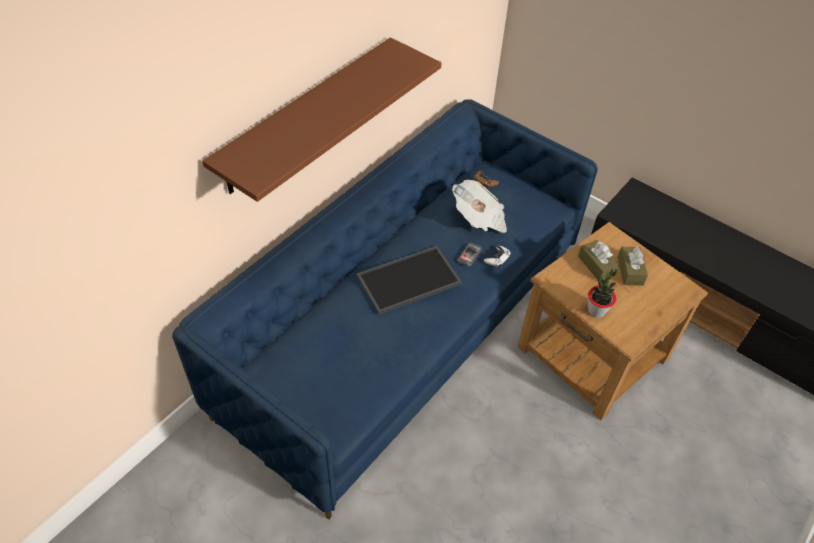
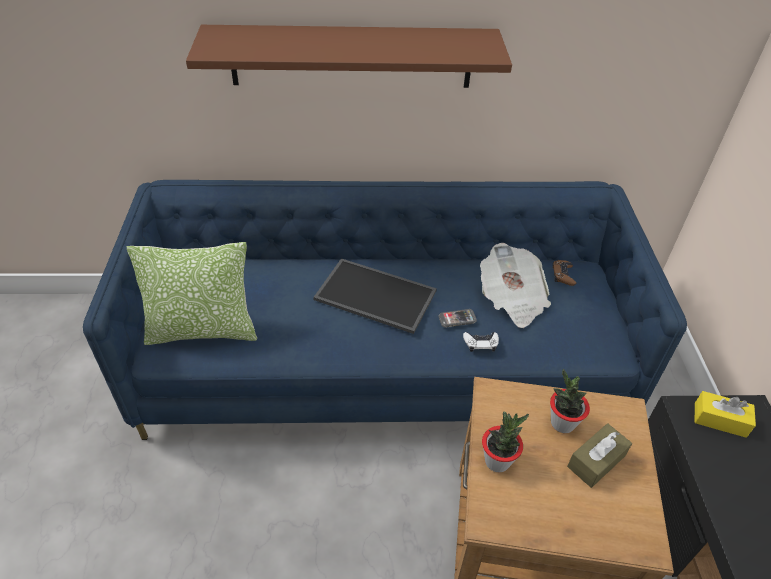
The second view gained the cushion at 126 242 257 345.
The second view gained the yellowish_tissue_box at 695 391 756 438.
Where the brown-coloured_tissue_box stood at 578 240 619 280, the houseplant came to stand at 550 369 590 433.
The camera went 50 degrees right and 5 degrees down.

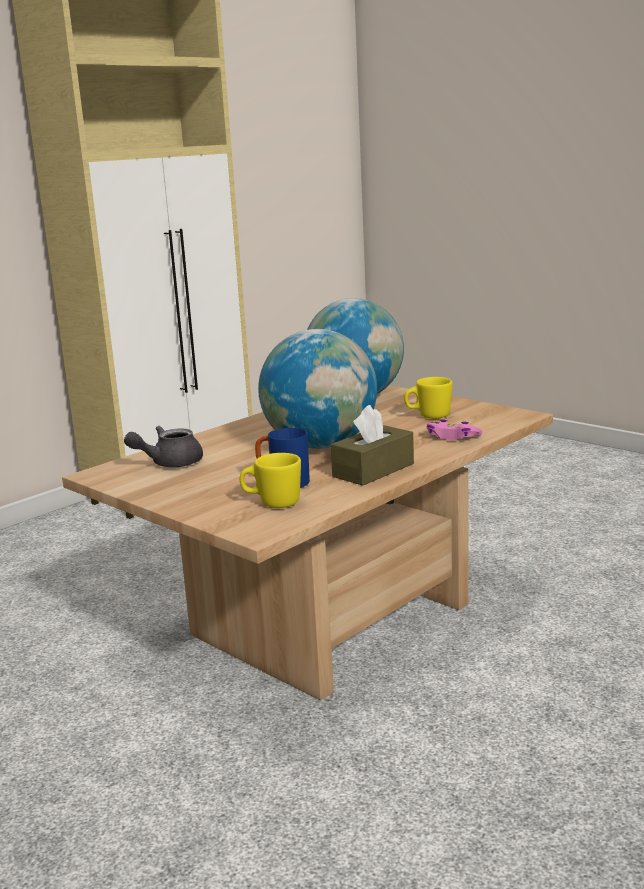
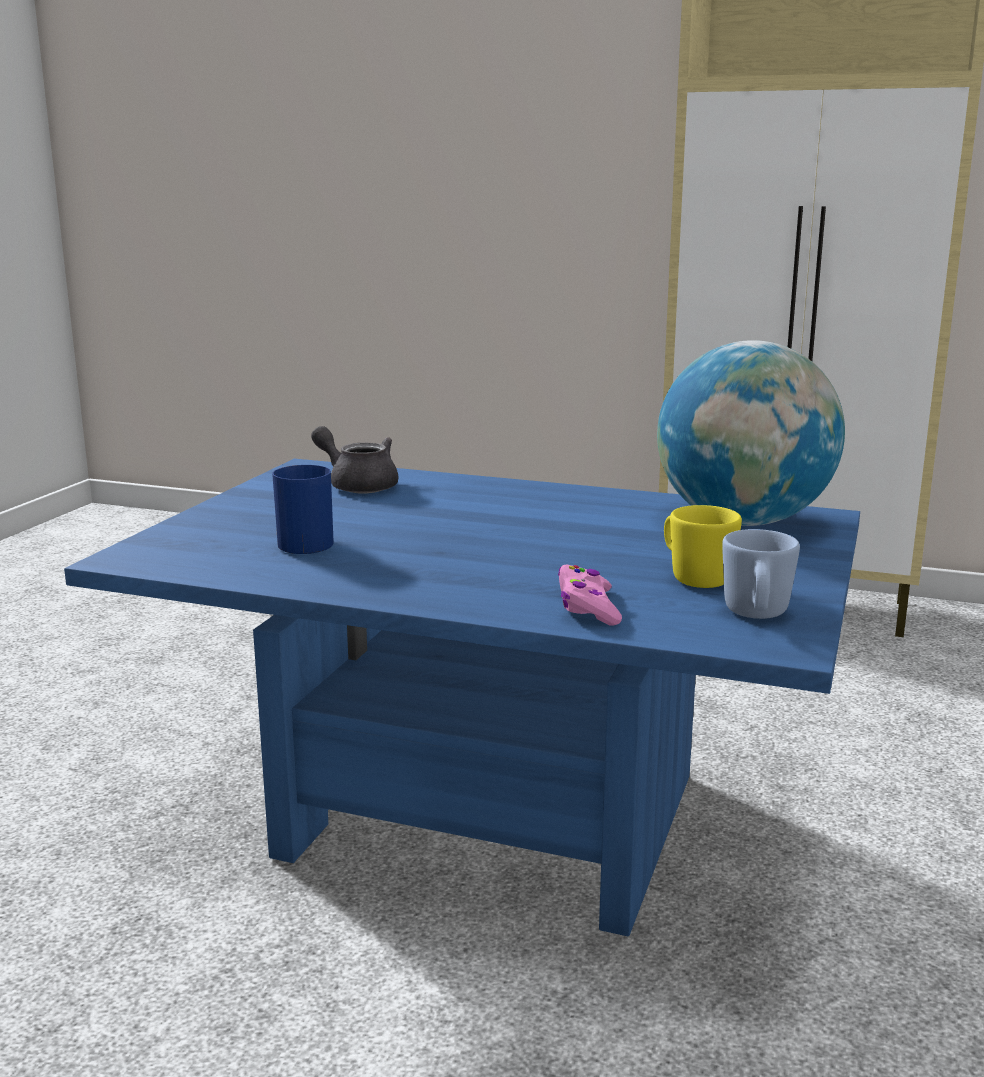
The second view lost the yellowish_coffee_mug at 240 453 301 508.
The second view lost the desk_globe at 258 329 377 449.
The second view lost the brown-coloured_tissue_box at 331 405 414 486.
The second view gained the blue_coffee_mug at 722 529 800 619.
What was the sand-coloured_low_table at 62 385 553 700 turned into the blue_low_table at 64 459 860 936.
The camera went 65 degrees right and 0 degrees up.

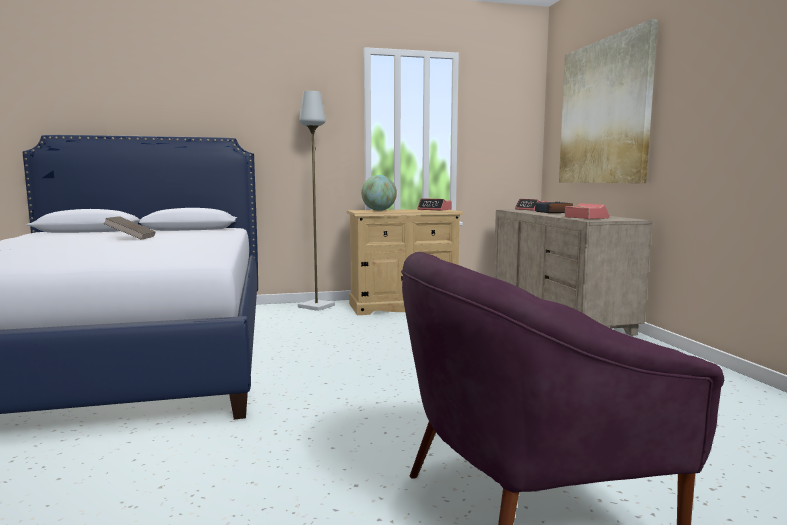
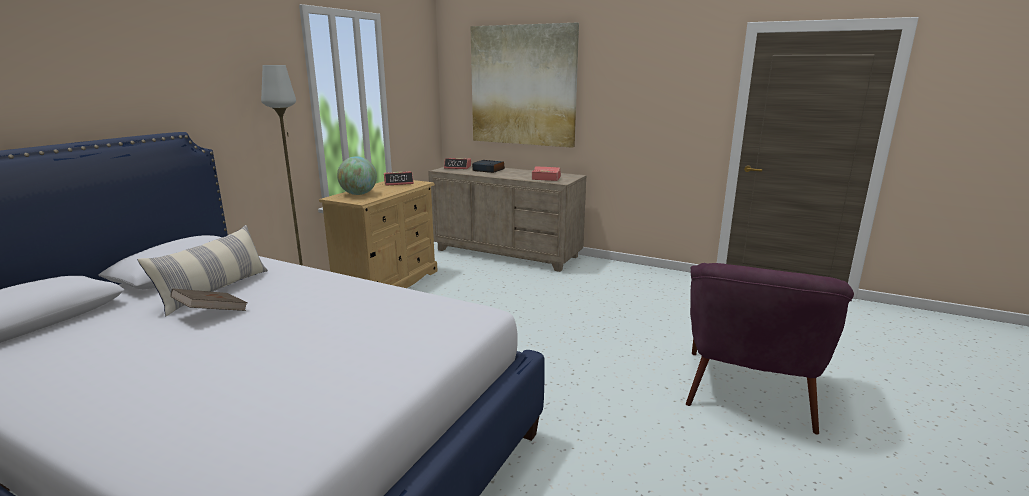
The second view gained the cushion at 137 225 268 316.
The camera went 50 degrees left and 10 degrees up.

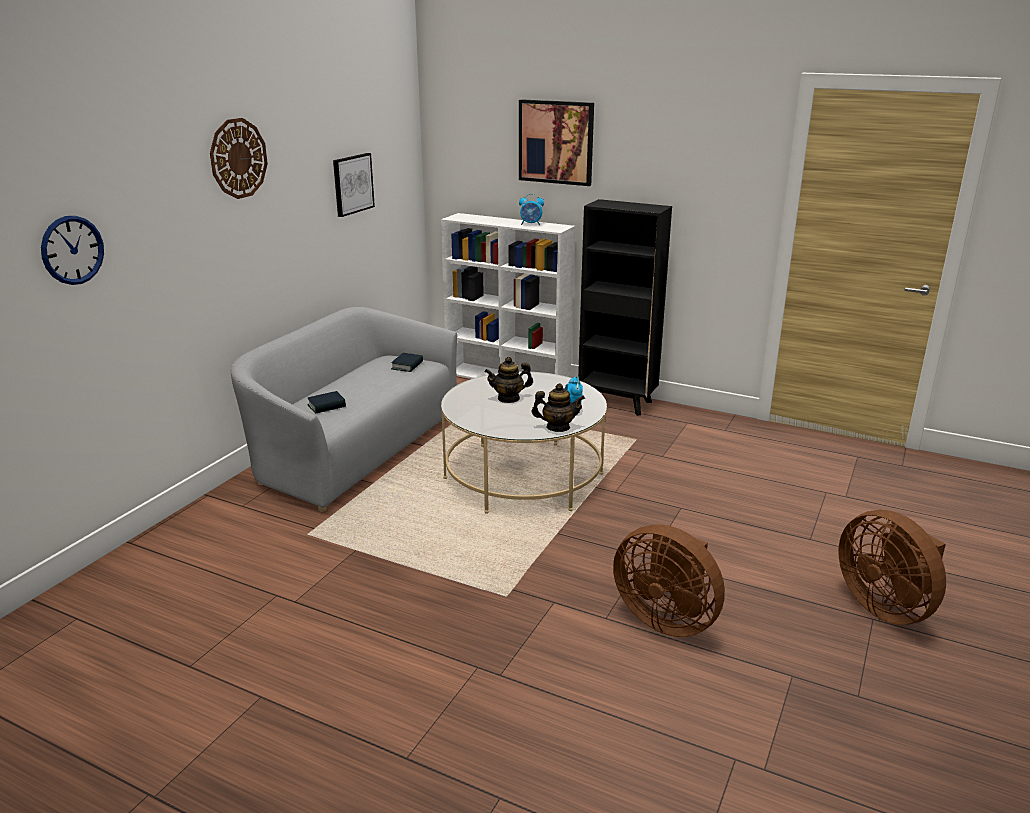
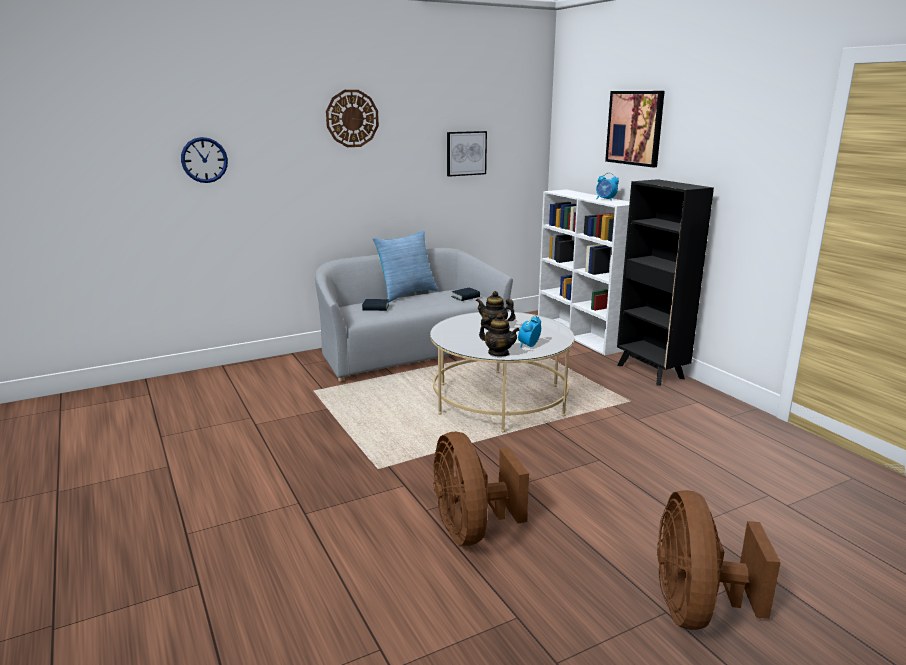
The second view gained the cushion at 372 230 439 303.
The camera went 35 degrees right and 5 degrees down.

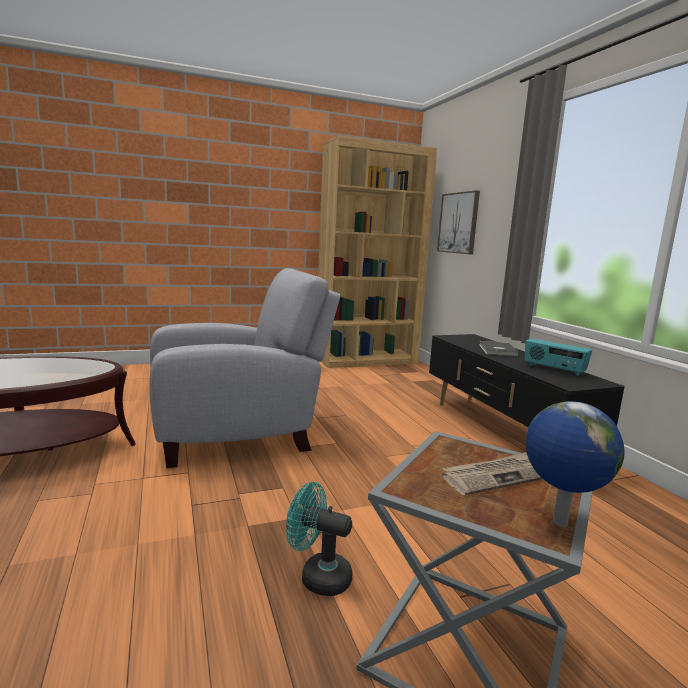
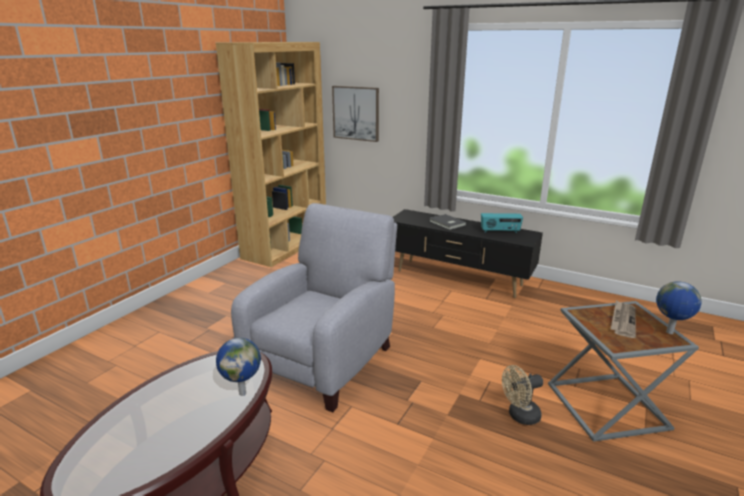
The second view gained the desk_globe at 216 338 261 396.
What was the turquoise-coloured_fan at 286 482 352 596 turned into the sand-coloured_fan at 502 365 543 425.
The camera went 40 degrees left and 10 degrees up.

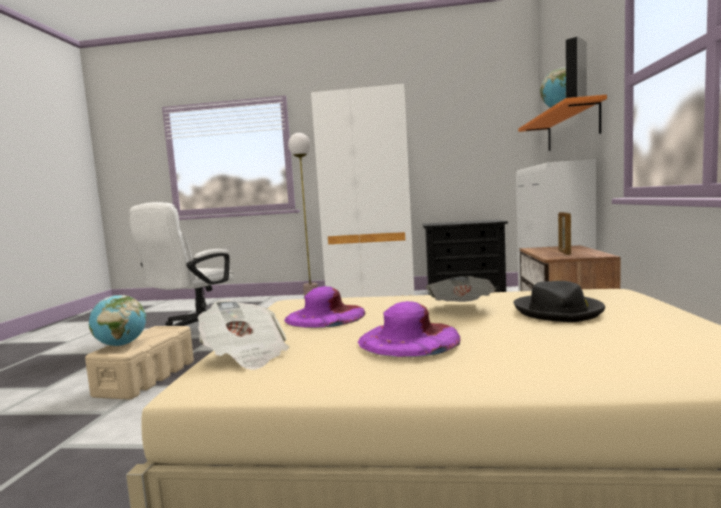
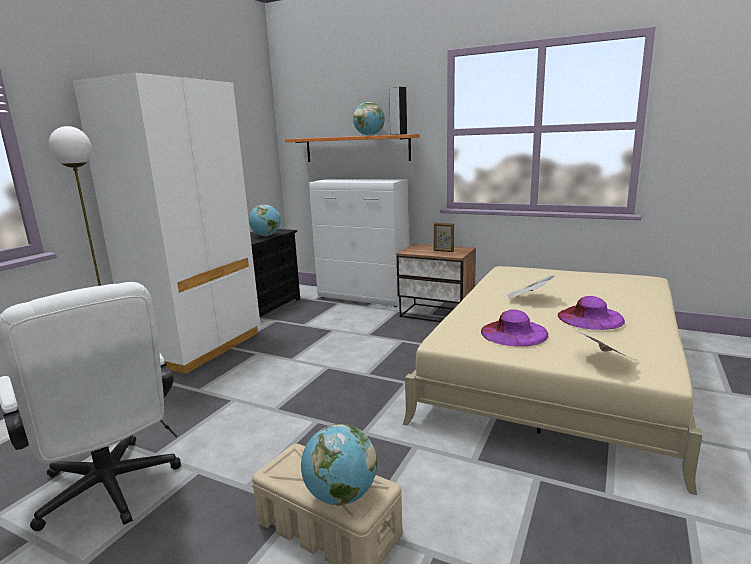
The second view lost the black_hat at 513 281 605 322.
The second view gained the desk_globe at 249 205 280 236.
The camera went 70 degrees left and 10 degrees up.

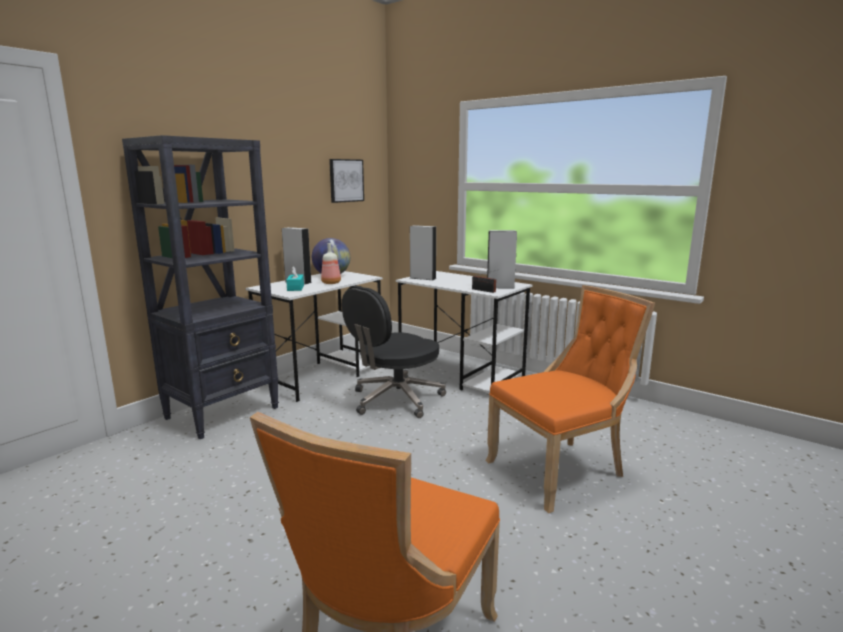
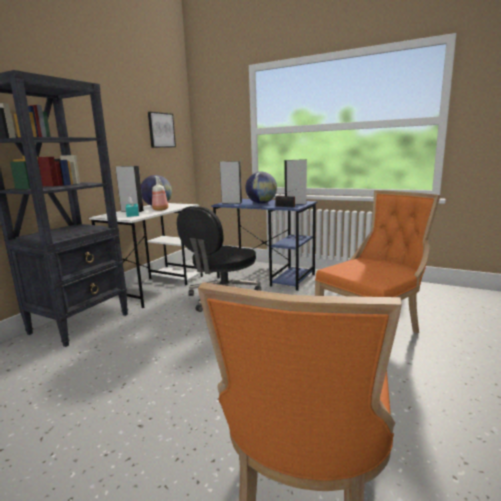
The second view gained the desk_globe at 246 172 277 204.
What was the white-coloured_desk_unit at 396 271 533 393 turned into the blue_desk_unit at 211 199 317 291.
The camera went 10 degrees left and 0 degrees up.

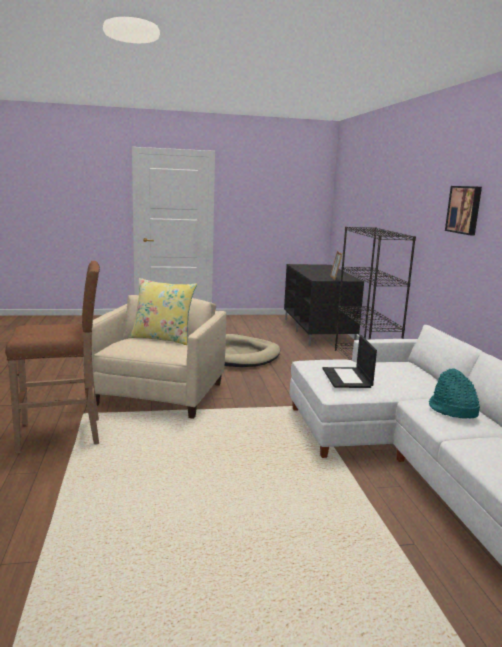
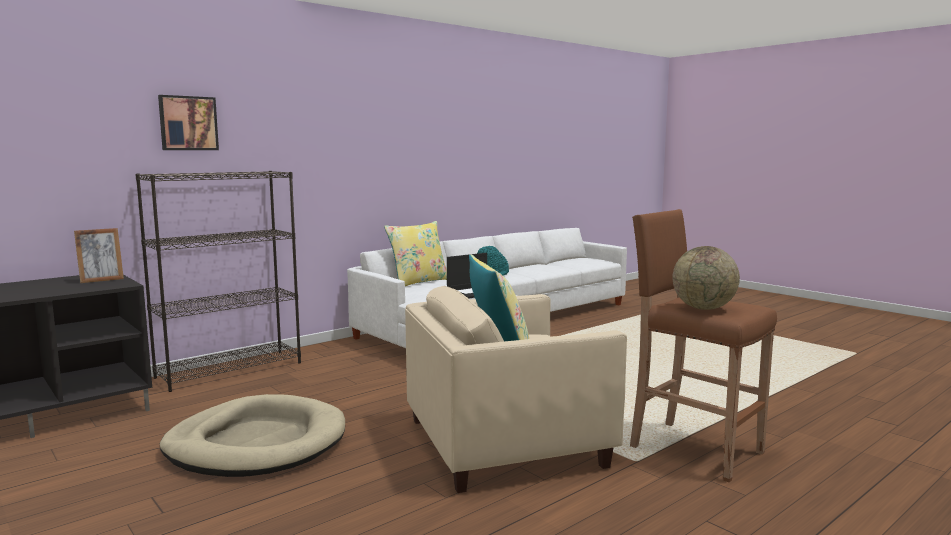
The second view gained the yellowish_cushion at 384 221 447 286.
The second view gained the desk_globe at 672 246 740 310.
The wall_picture ended up elsewhere, having gone from 445 186 482 235 to 158 95 219 150.
The camera went 120 degrees left and 5 degrees down.

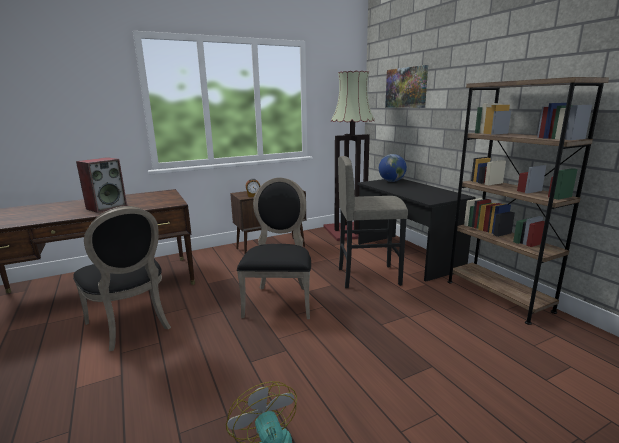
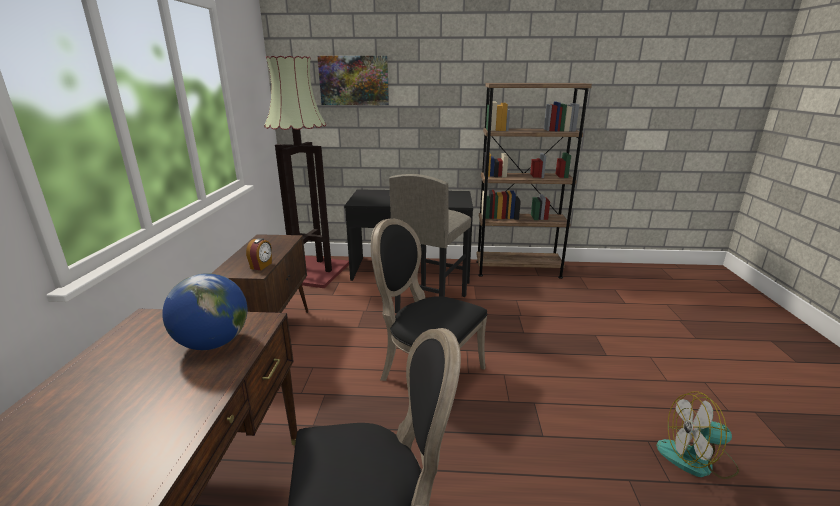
The second view lost the speaker at 76 157 127 213.
The desk_globe ended up elsewhere, having gone from 379 154 407 182 to 162 273 247 350.
The camera went 60 degrees left and 5 degrees up.

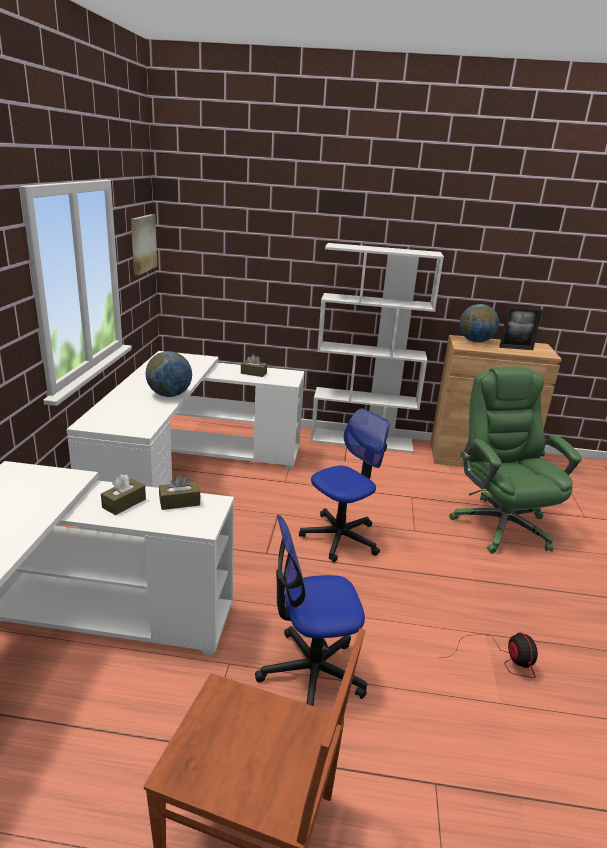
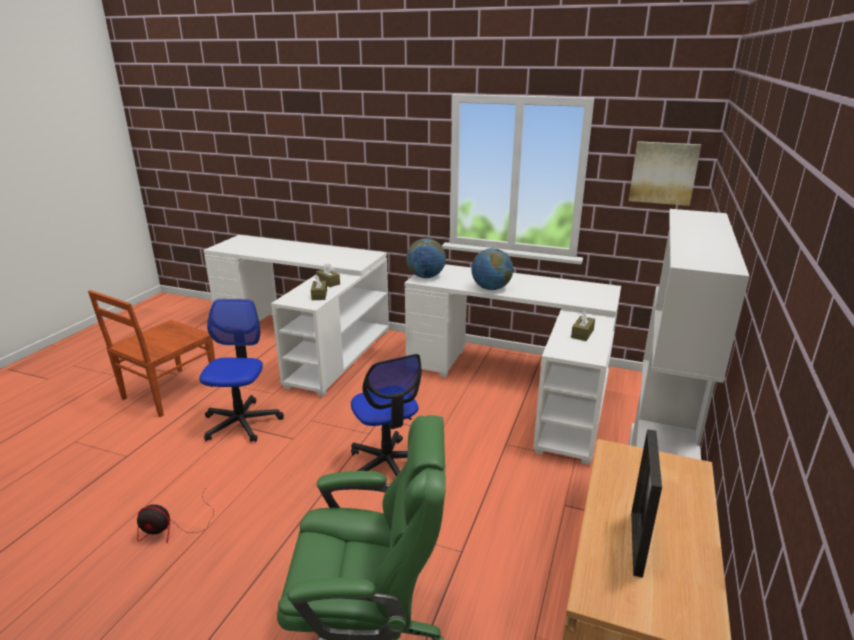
The desk_globe ended up elsewhere, having gone from 459 304 499 342 to 406 238 446 278.
The camera went 105 degrees right and 0 degrees up.

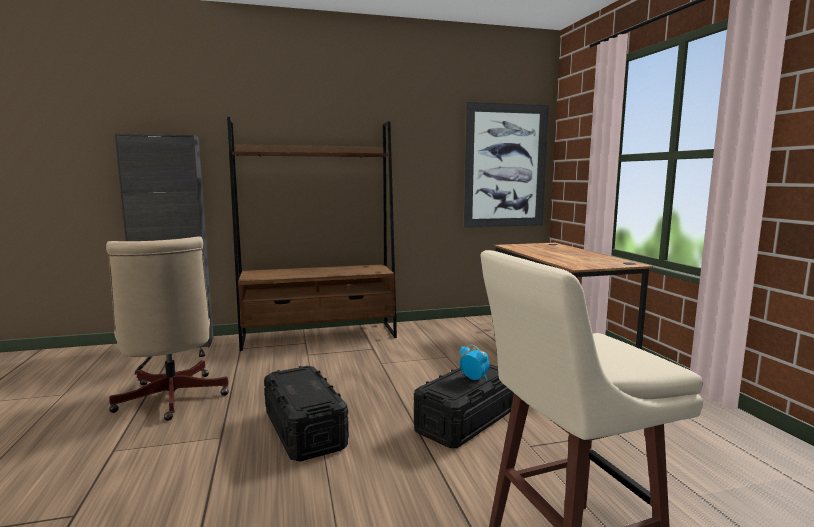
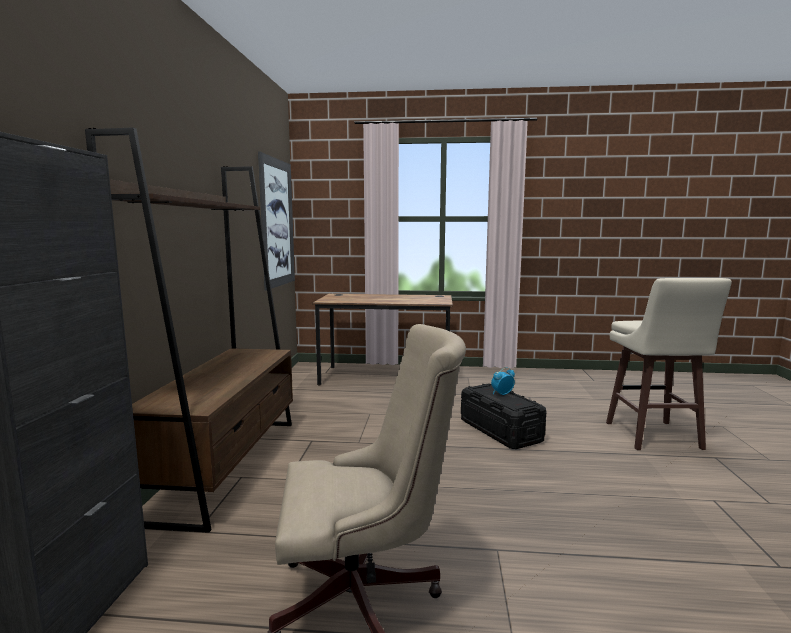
The second view lost the black_storage_container at 264 366 349 462.
The camera went 70 degrees left and 0 degrees up.

